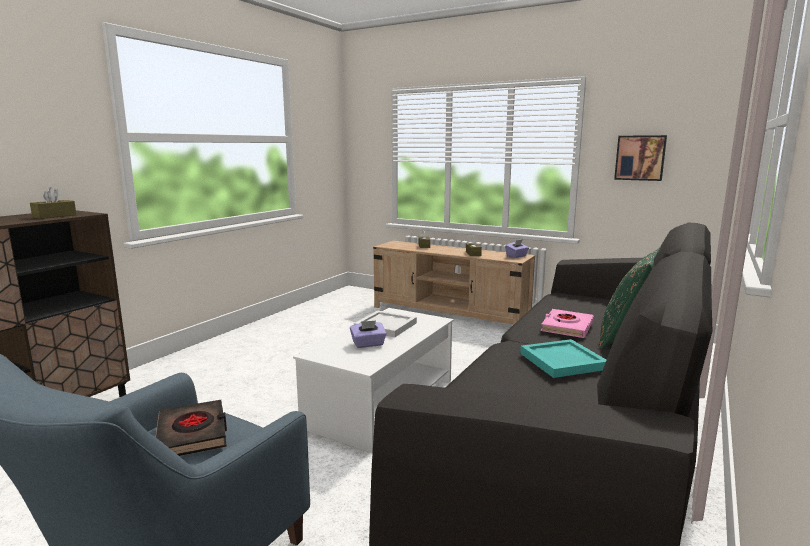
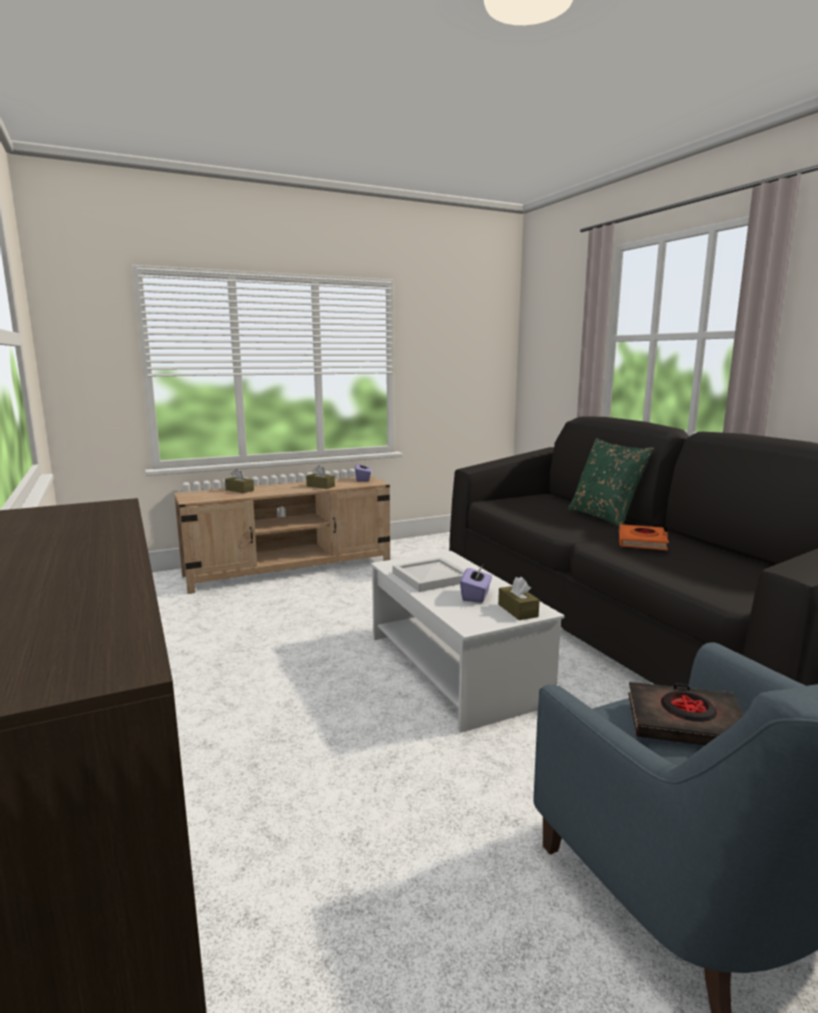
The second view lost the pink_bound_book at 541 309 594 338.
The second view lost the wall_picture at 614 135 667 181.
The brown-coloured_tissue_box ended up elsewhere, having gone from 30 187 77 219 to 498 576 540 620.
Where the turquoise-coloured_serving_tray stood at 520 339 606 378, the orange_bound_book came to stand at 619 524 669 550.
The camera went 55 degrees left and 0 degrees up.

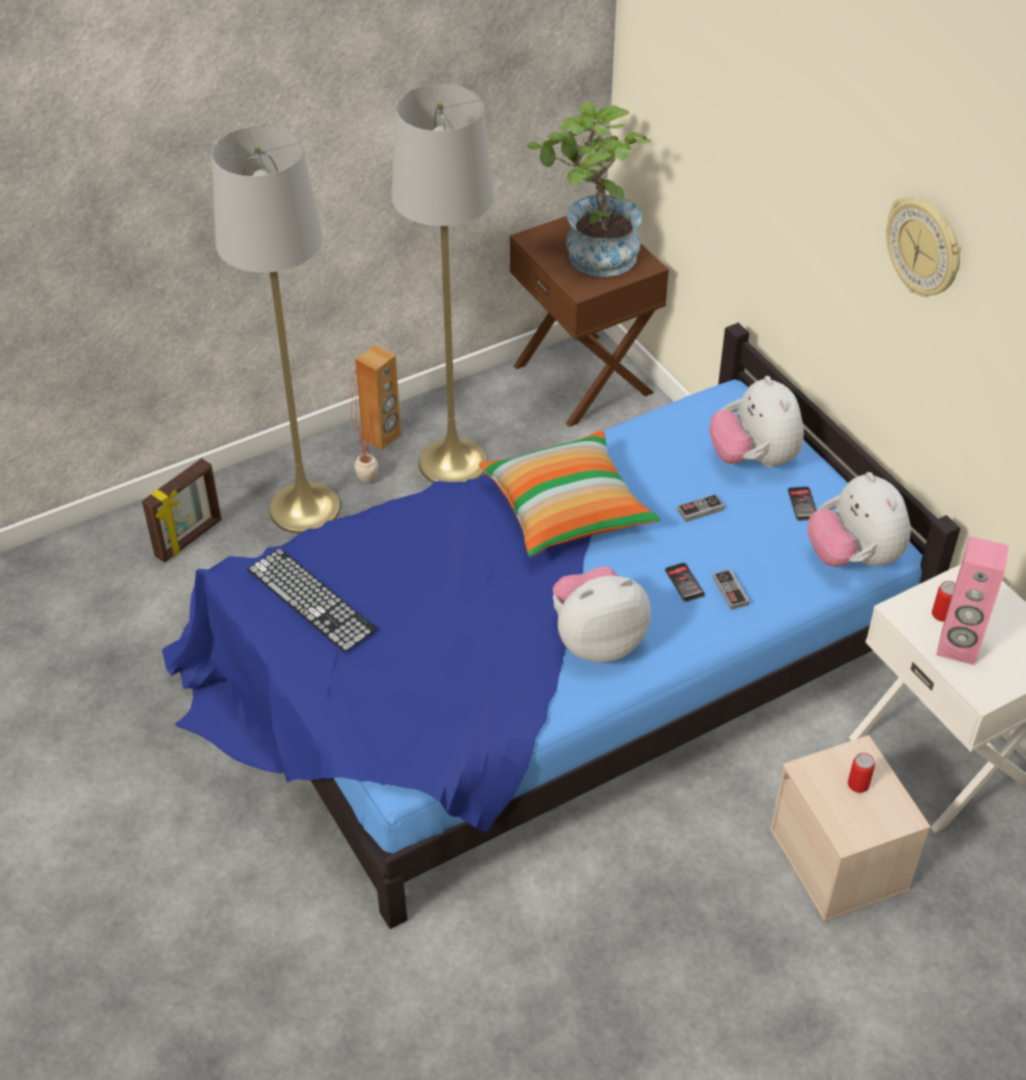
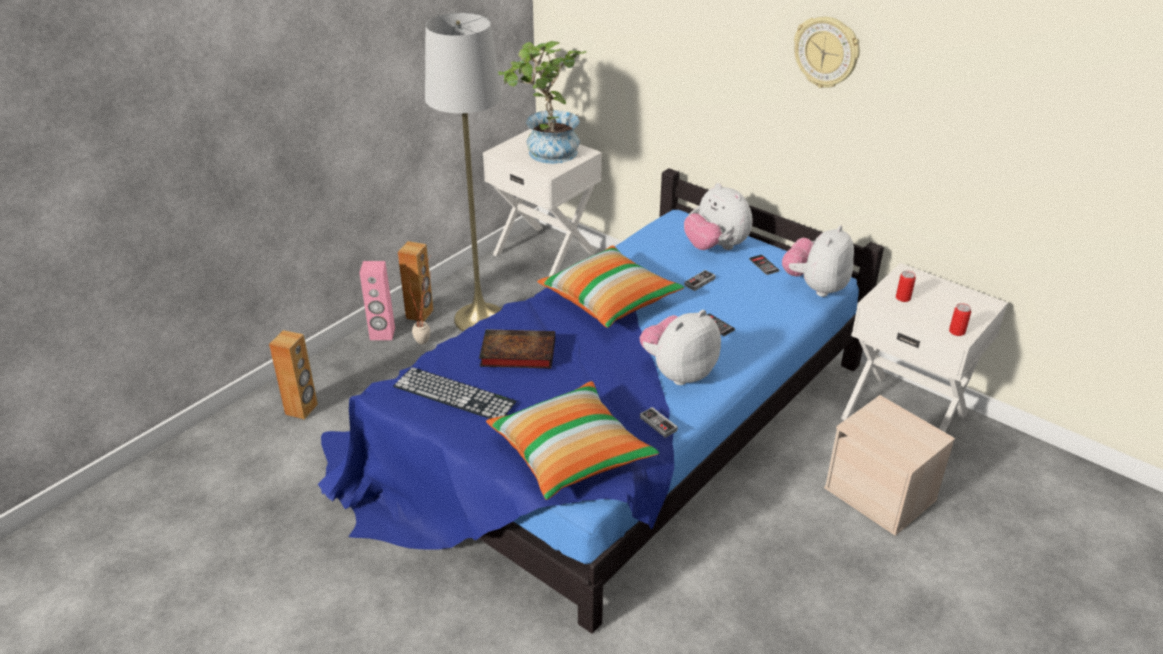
The second view lost the gray_standing_lamp at 212 126 340 534.
The second view gained the bound_book at 479 329 555 368.
The second view gained the cushion at 486 381 659 500.
The game_controller ended up elsewhere, having gone from 713 569 749 610 to 640 407 678 438.
The sealed_can ended up elsewhere, having gone from 848 753 875 793 to 949 303 971 336.
The pink_speaker ended up elsewhere, having gone from 936 536 1009 665 to 359 261 395 340.
Where the standing_frame stood at 142 458 222 563, the brown-coloured_speaker came to stand at 269 330 318 420.
What was the brown-coloured_night_table at 510 216 669 427 turned into the white-coloured_night_table at 483 129 602 277.
The plush_toy at 808 472 911 566 ended up facing another way, 75 degrees clockwise from before.
The camera went 20 degrees left and 10 degrees down.

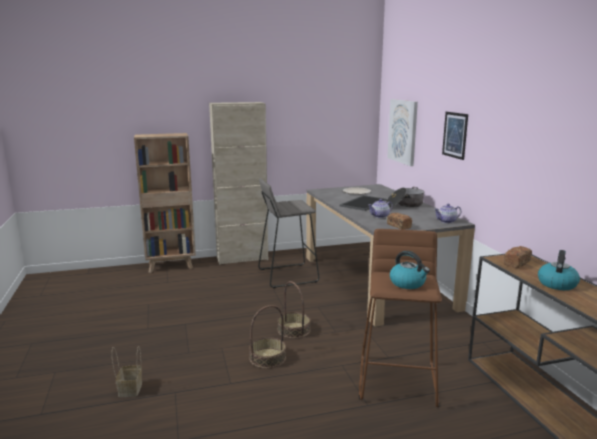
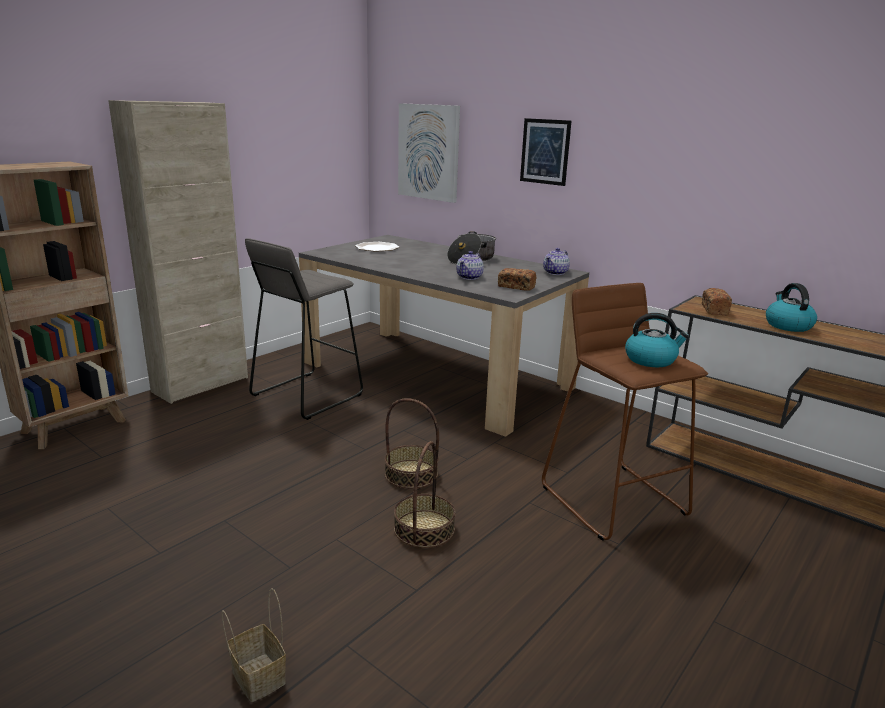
The second view lost the serving_tray at 339 195 387 211.
The camera went 35 degrees left and 5 degrees up.

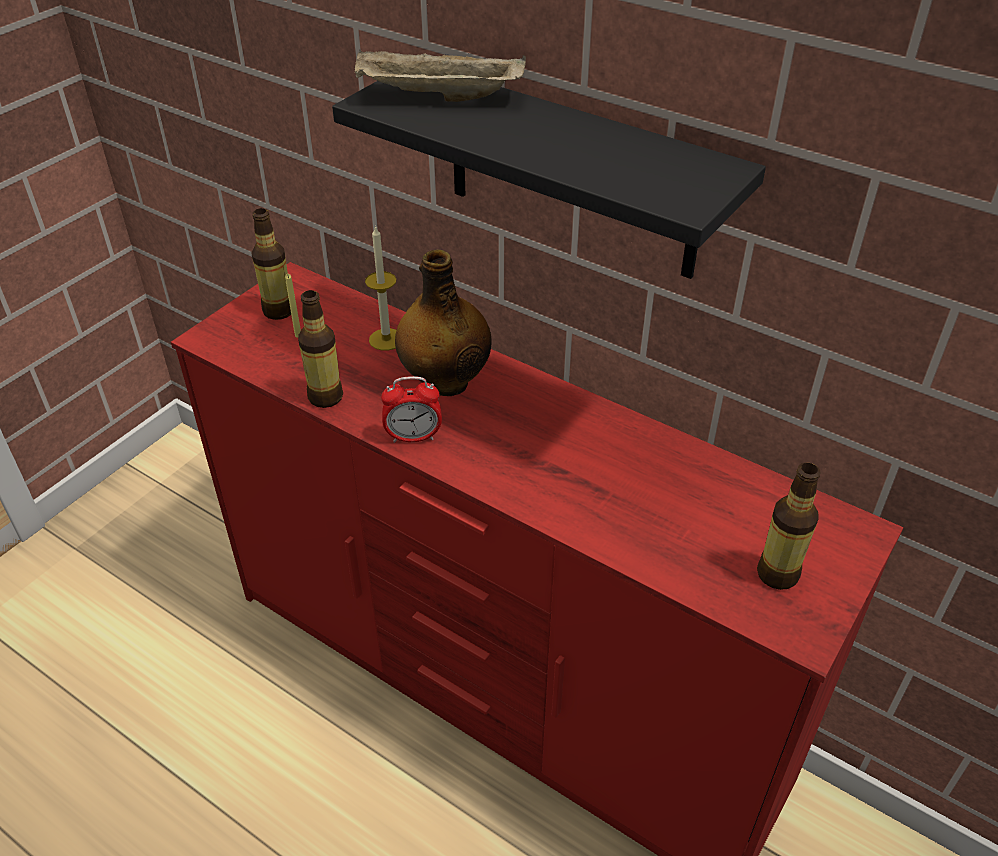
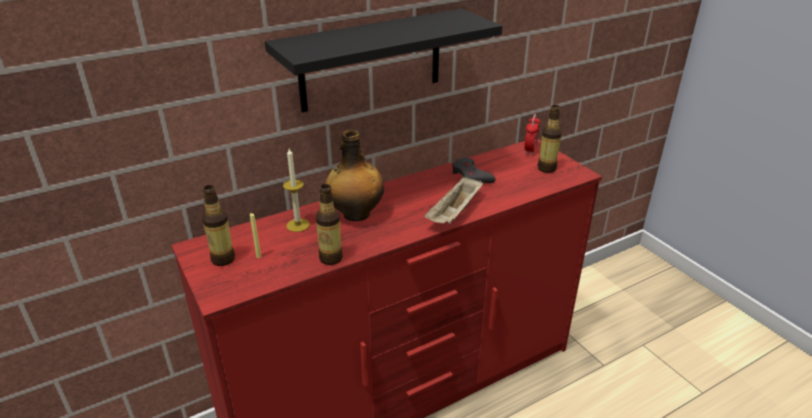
The second view gained the gray_game_controller at 452 157 496 184.
The sand-coloured_serving_tray ended up elsewhere, having gone from 355 49 526 102 to 424 175 483 224.
The alarm_clock ended up elsewhere, having gone from 381 376 442 443 to 524 114 541 155.
The camera went 65 degrees left and 10 degrees down.

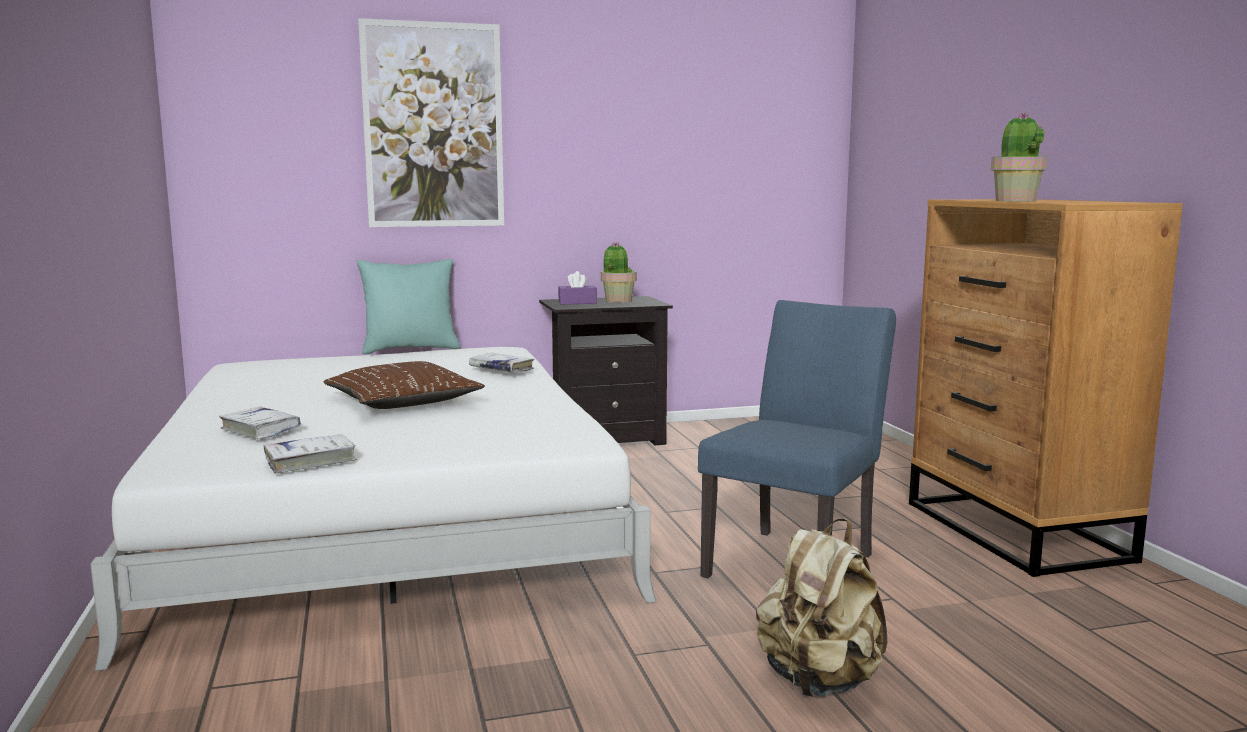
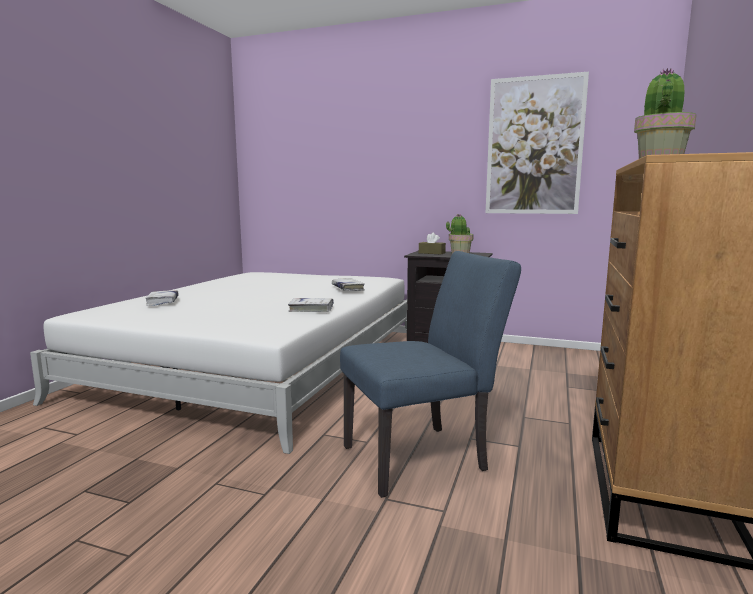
The second view lost the brown-coloured_cushion at 324 361 485 409.
The second view lost the turquoise-coloured_cushion at 357 259 460 354.
The second view lost the sand-coloured_backpack at 756 519 887 697.
The white-coloured_bound_book ended up elsewhere, having gone from 264 434 357 473 to 288 298 334 312.
The wall_picture ended up elsewhere, having gone from 358 18 504 227 to 486 72 589 214.
What was the purple_tissue_box at 558 271 597 304 turned into the brown-coloured_tissue_box at 419 233 446 254.
The camera went 35 degrees right and 0 degrees up.

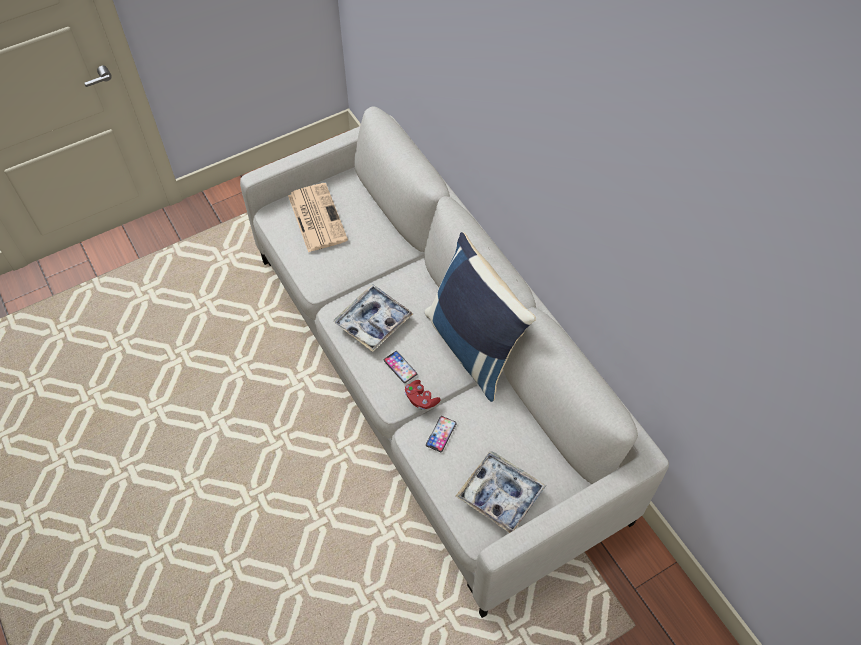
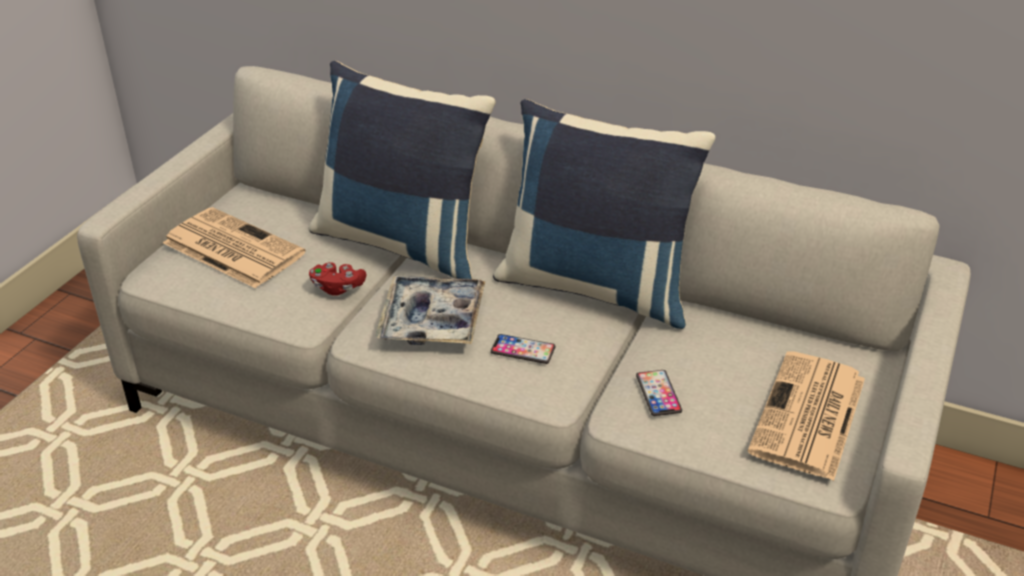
The second view gained the blue_cushion at 309 61 496 279.
The red-coloured_game_controller ended up elsewhere, having gone from 405 380 441 410 to 309 262 366 296.
Where the serving_tray stood at 456 451 546 533, the printed_paper came to stand at 747 351 865 481.
The camera went 35 degrees left and 20 degrees down.

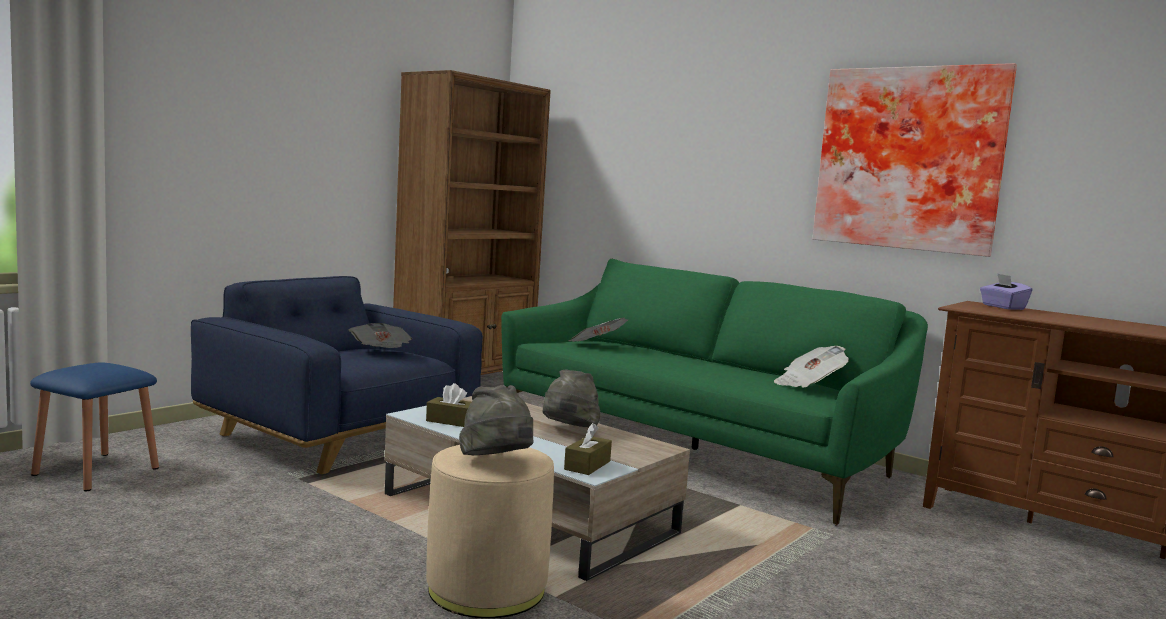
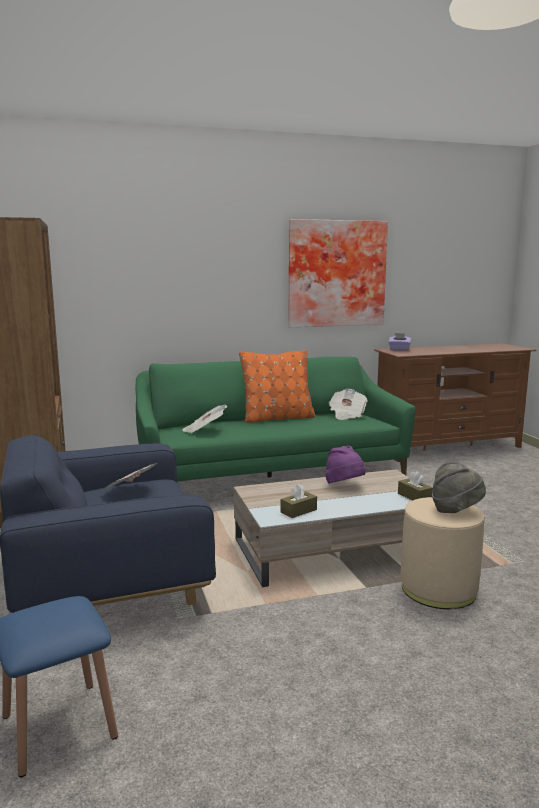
The second view gained the orange_cushion at 239 350 315 423.
What was the gray_hat at 543 369 600 427 turned into the purple_hat at 325 445 366 484.
The camera went 55 degrees left and 5 degrees up.

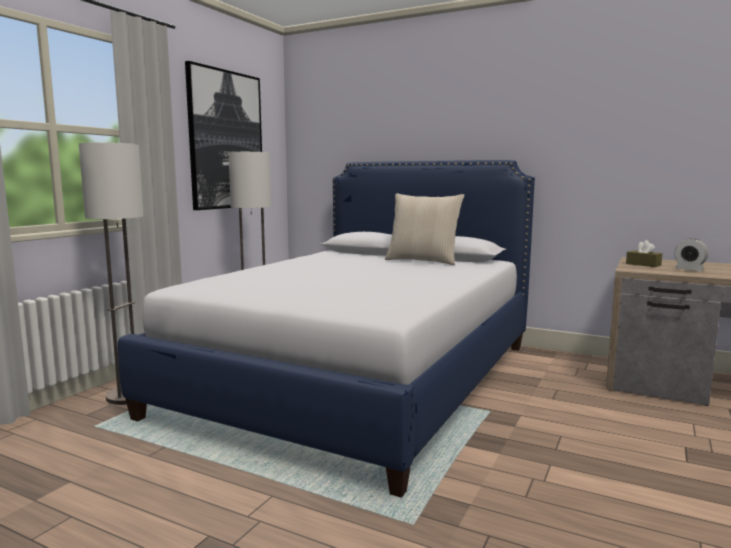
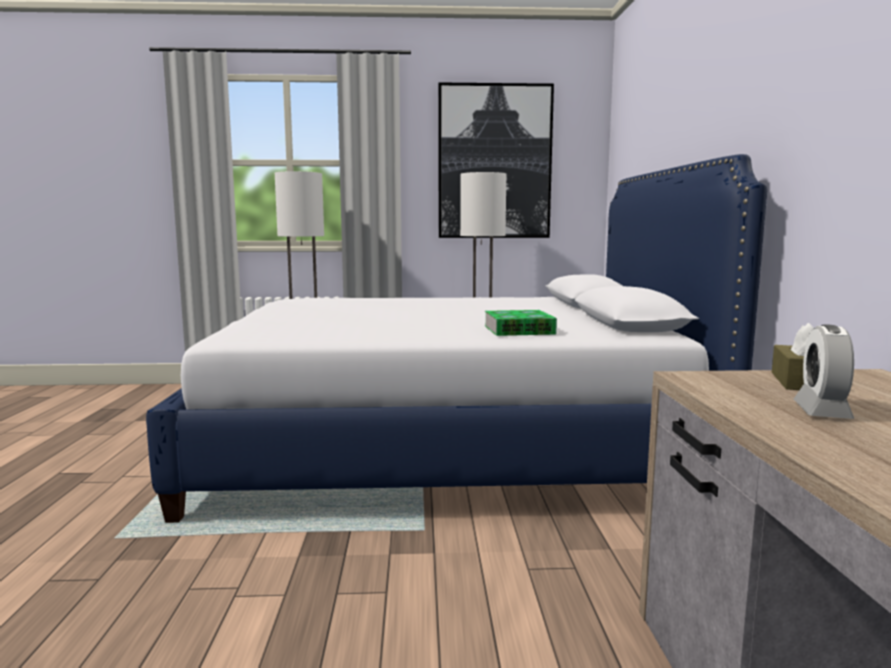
The second view lost the sand-coloured_cushion at 385 194 464 265.
The second view gained the bound_book at 485 310 557 336.
The camera went 60 degrees right and 0 degrees up.

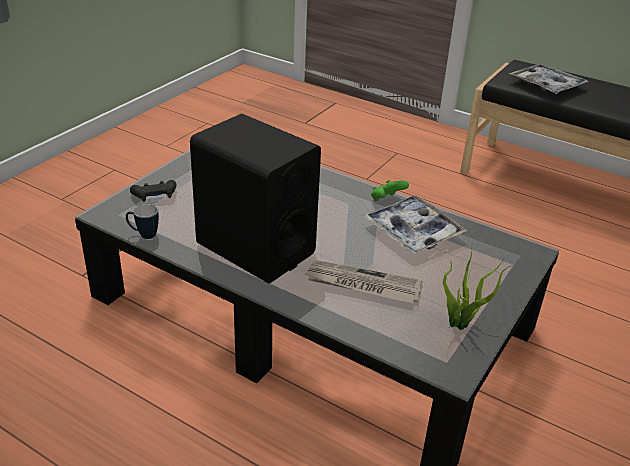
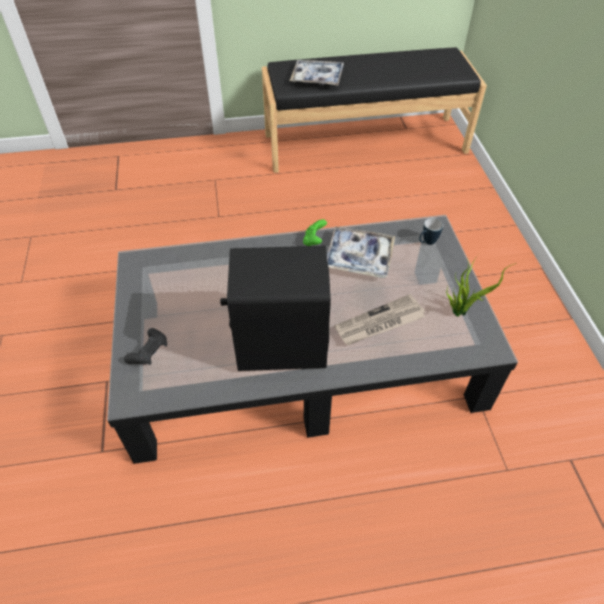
The coffee_mug ended up elsewhere, having gone from 126 204 159 239 to 419 218 443 245.
The camera went 40 degrees left and 15 degrees up.

